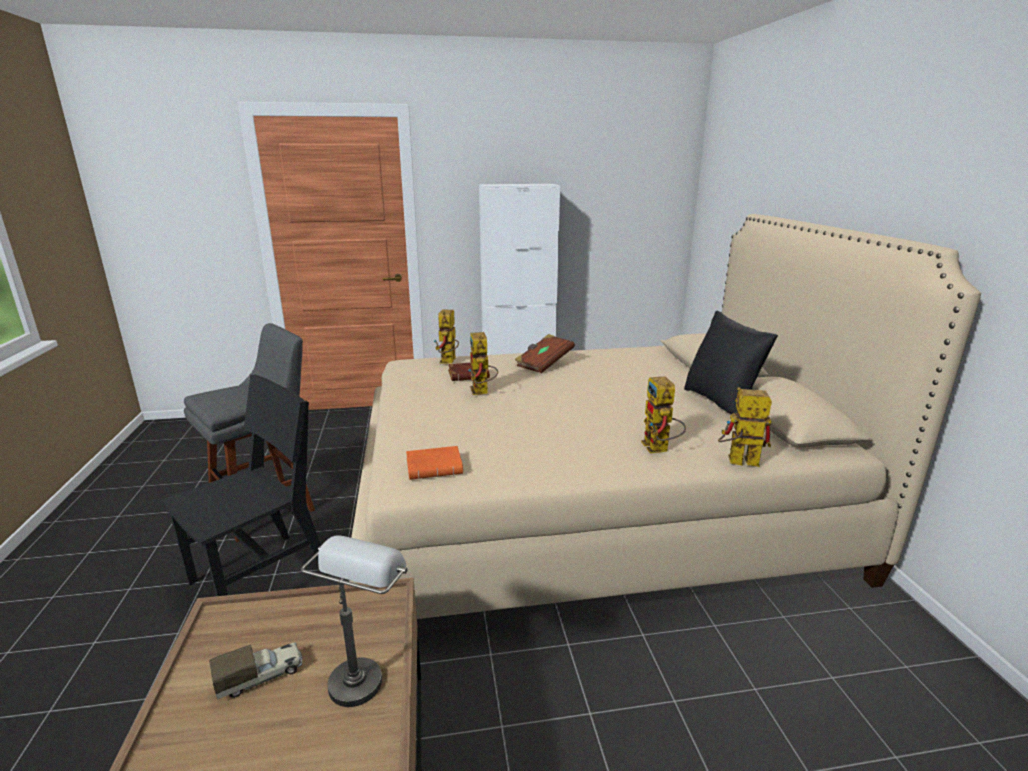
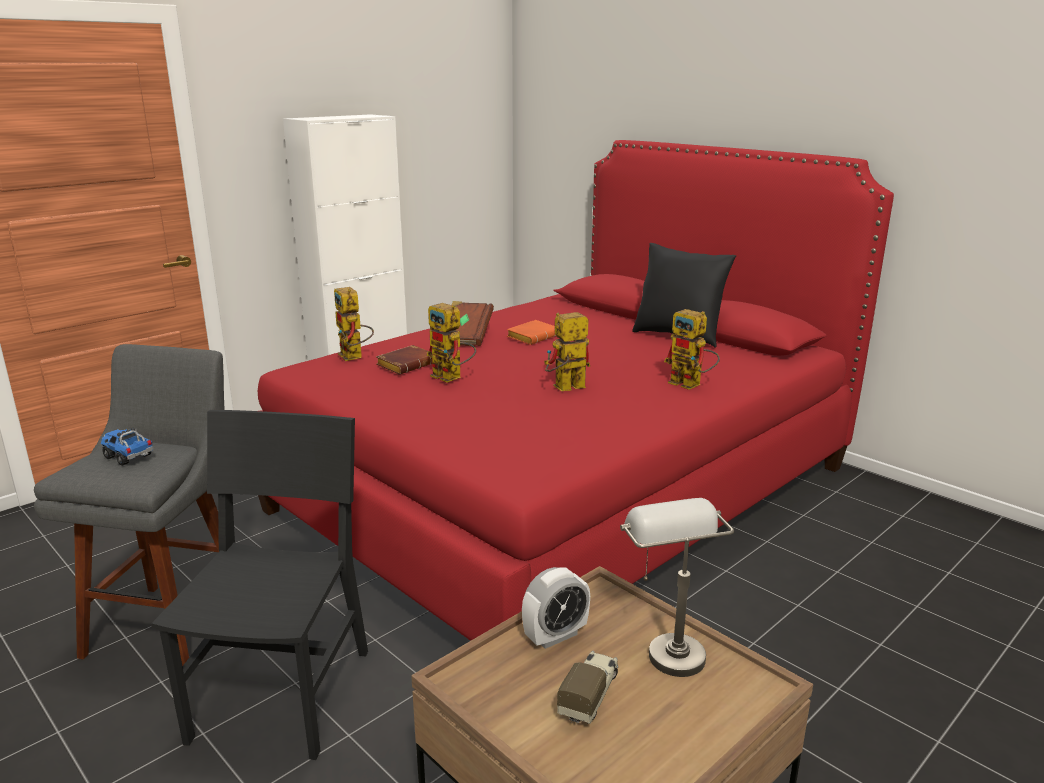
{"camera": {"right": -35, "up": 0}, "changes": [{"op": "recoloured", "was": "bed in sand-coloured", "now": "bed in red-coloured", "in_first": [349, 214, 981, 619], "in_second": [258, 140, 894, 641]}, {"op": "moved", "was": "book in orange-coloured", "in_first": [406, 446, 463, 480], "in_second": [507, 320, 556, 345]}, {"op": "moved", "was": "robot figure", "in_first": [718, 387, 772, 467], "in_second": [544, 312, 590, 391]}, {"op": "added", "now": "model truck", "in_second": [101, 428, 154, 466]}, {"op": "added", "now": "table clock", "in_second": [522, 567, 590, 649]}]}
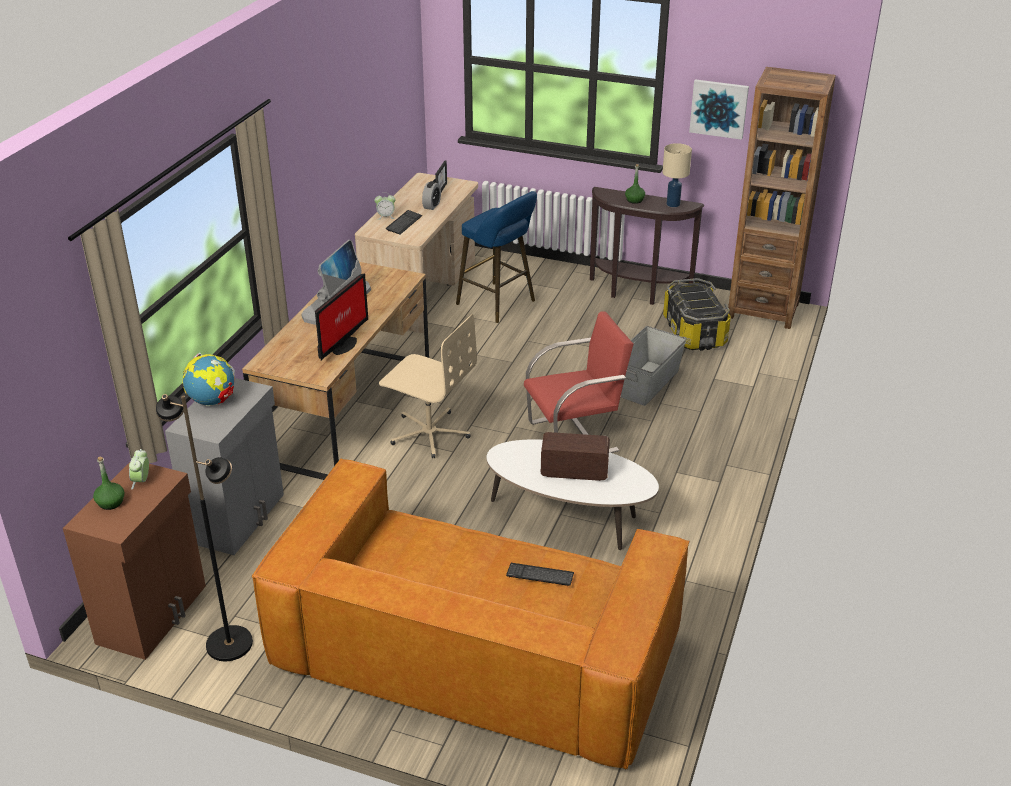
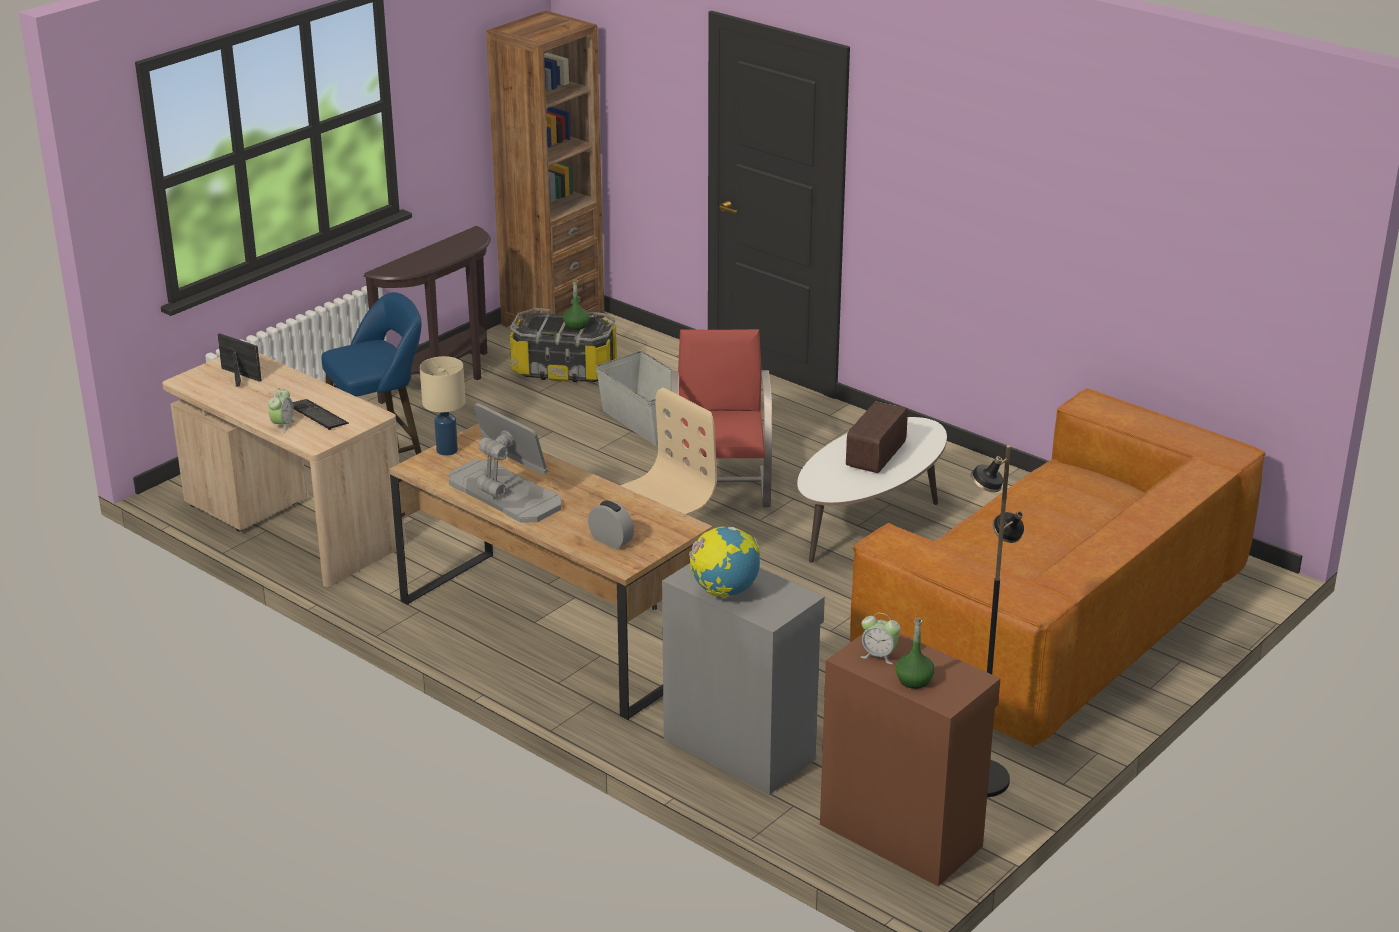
{"camera": {"right": -70, "up": -5}, "changes": [{"op": "removed", "was": "computer screen", "in_first": [315, 273, 368, 361]}, {"op": "moved", "was": "table clock", "in_first": [422, 181, 441, 210], "in_second": [588, 500, 634, 549]}, {"op": "removed", "was": "computer keyboard", "in_first": [506, 563, 574, 587]}, {"op": "moved", "was": "beverage bottle in green", "in_first": [625, 164, 645, 204], "in_second": [563, 279, 589, 330]}, {"op": "moved", "was": "table lamp in sand-coloured", "in_first": [662, 143, 692, 207], "in_second": [420, 356, 466, 456]}, {"op": "removed", "was": "picture", "in_first": [689, 79, 749, 140]}]}
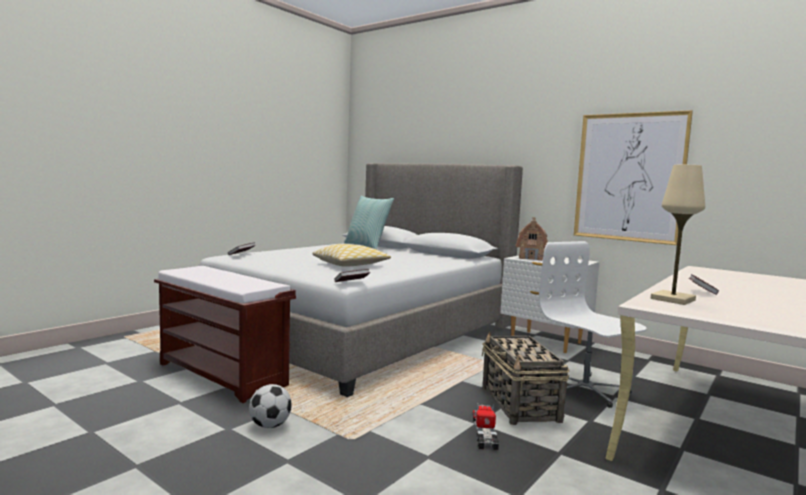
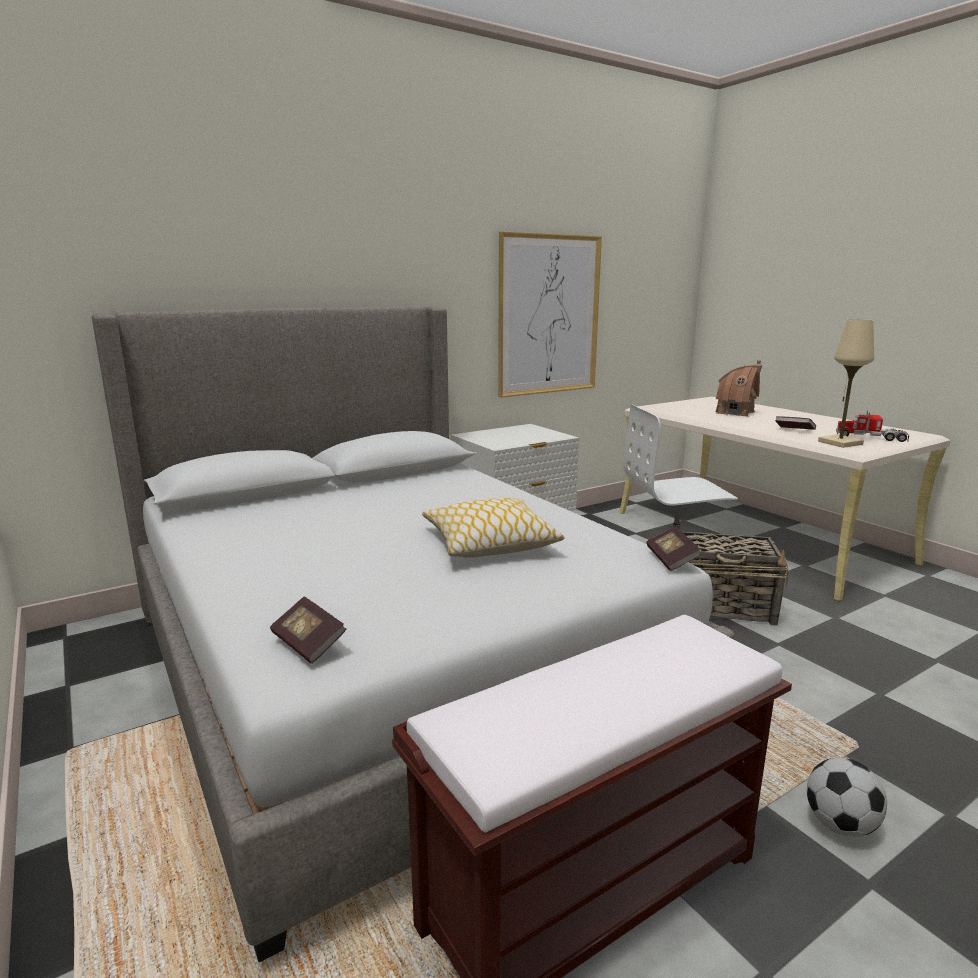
{"camera": {"right": -70, "up": 10}, "changes": [{"op": "removed", "was": "throw pillow", "in_first": [344, 195, 394, 250]}, {"op": "moved", "was": "model truck", "in_first": [473, 403, 499, 450], "in_second": [836, 410, 909, 442]}, {"op": "moved", "was": "miniature house", "in_first": [515, 217, 548, 261], "in_second": [716, 360, 762, 417]}]}
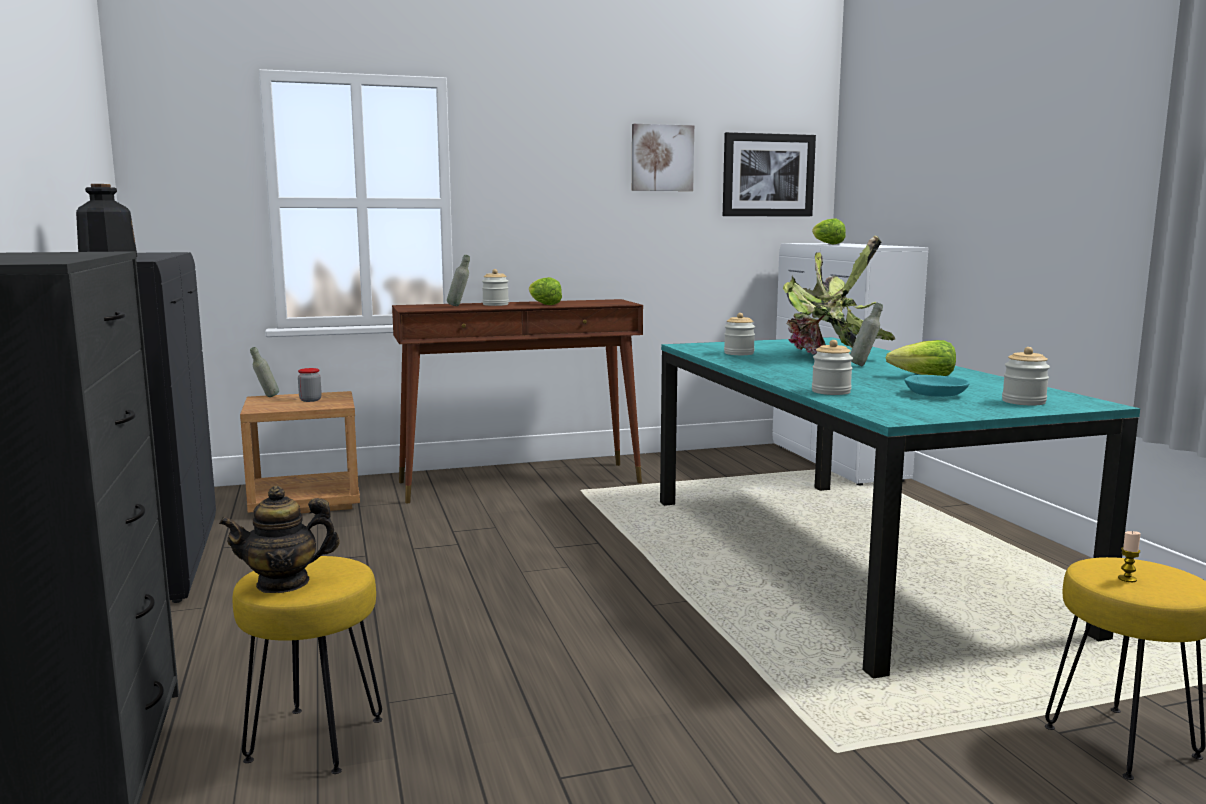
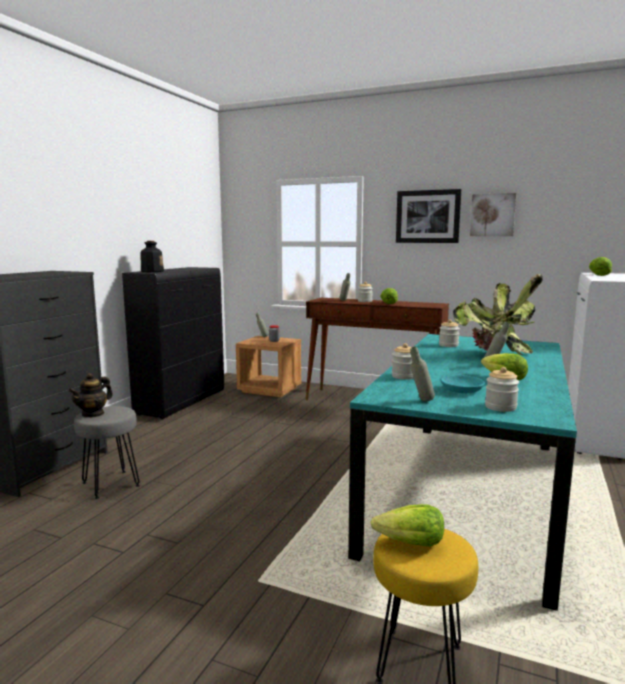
{"camera": {"right": 40, "up": 0}, "changes": [{"op": "turned", "was": "tea pot", "in_first": [219, 486, 340, 593], "in_second": [69, 373, 113, 418], "clockwise": -75}, {"op": "recoloured", "was": "stool seat in yellowish", "now": "stool seat in greyish", "in_first": [233, 556, 382, 774], "in_second": [74, 406, 140, 499]}, {"op": "moved", "was": "picture", "in_first": [723, 132, 816, 216], "in_second": [396, 189, 461, 243]}, {"op": "replaced", "was": "wax candle", "now": "lettuce head", "in_first": [1118, 531, 1141, 582], "in_second": [370, 504, 444, 547]}, {"op": "added", "now": "beverage bottle in greyish", "in_second": [410, 346, 435, 402]}]}
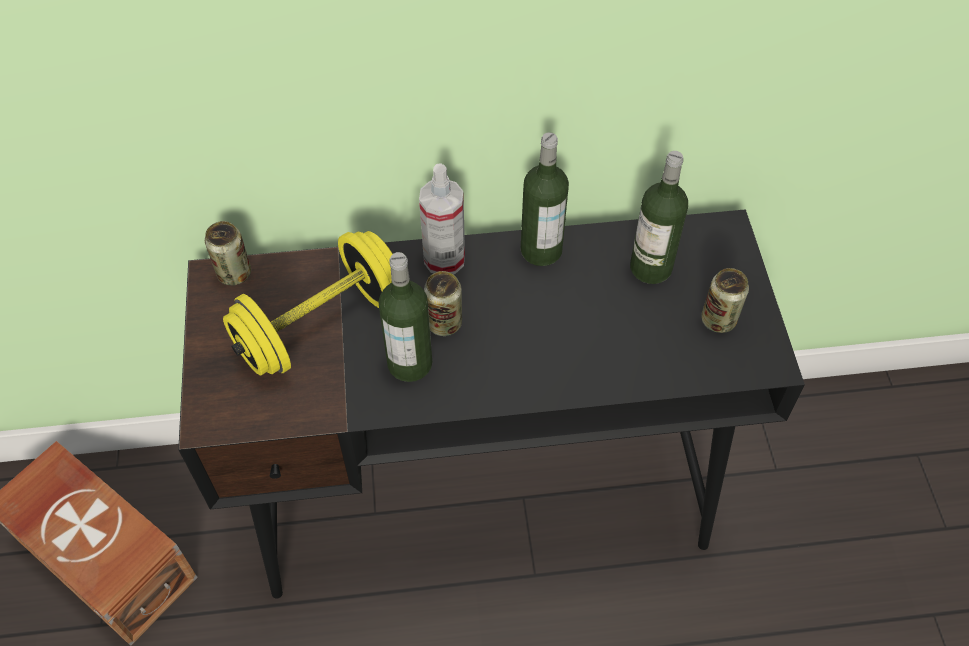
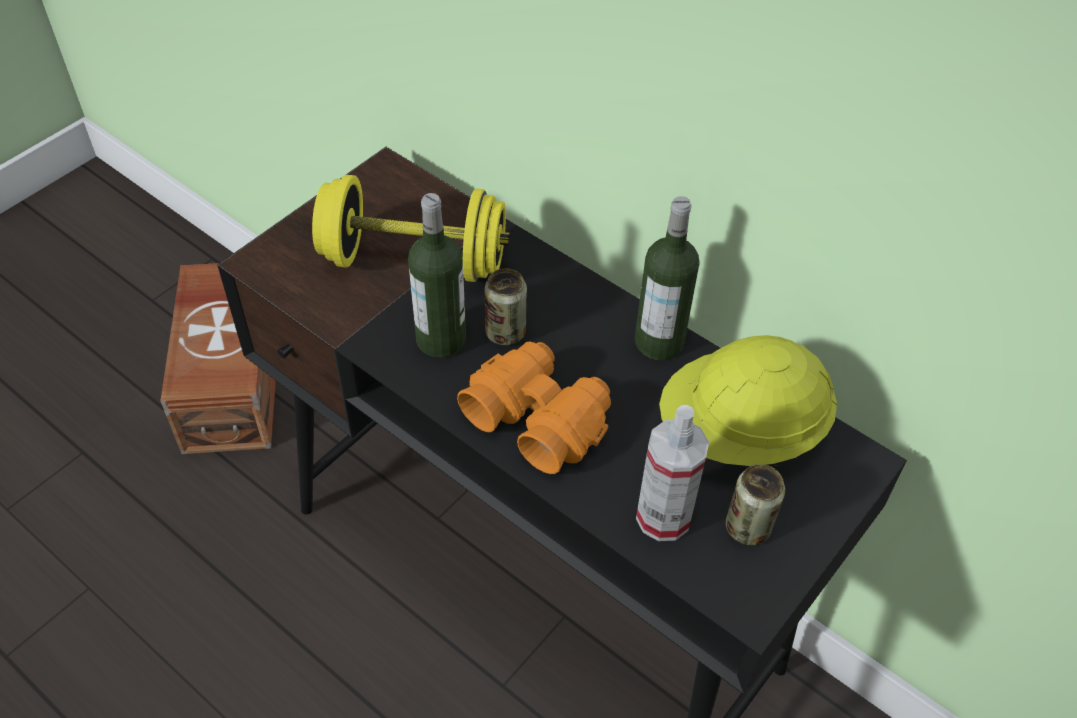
{"camera": {"right": 45, "up": -5}, "changes": [{"op": "removed", "was": "metal can", "in_first": [205, 221, 251, 286]}, {"op": "moved", "was": "spray bottle", "in_first": [419, 163, 465, 274], "in_second": [636, 405, 709, 541]}, {"op": "replaced", "was": "beverage bottle", "now": "work helmet in yellowish", "in_first": [630, 151, 688, 284], "in_second": [659, 335, 837, 467]}, {"op": "added", "now": "field glasses in orange-coloured", "in_second": [457, 342, 611, 474]}]}
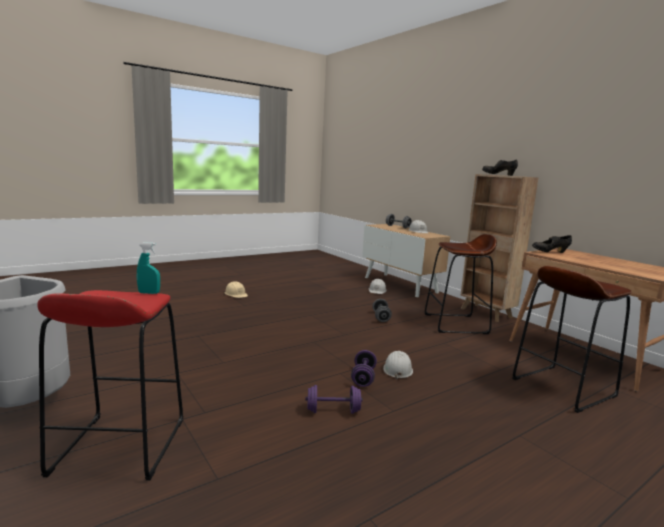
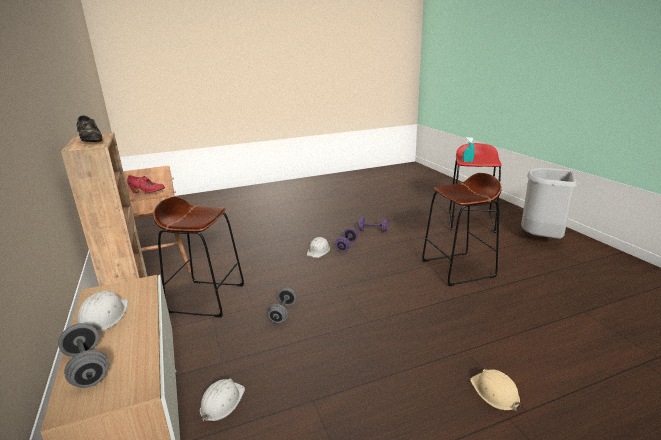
{"camera": {"right": -165, "up": 10}, "changes": [{"op": "moved", "was": "stool seat in brown-coloured", "in_first": [512, 266, 632, 413], "in_second": [422, 173, 502, 286]}, {"op": "recoloured", "was": "item of footwear in black-coloured", "now": "item of footwear in red-coloured", "in_first": [532, 235, 572, 253], "in_second": [127, 175, 165, 193]}]}
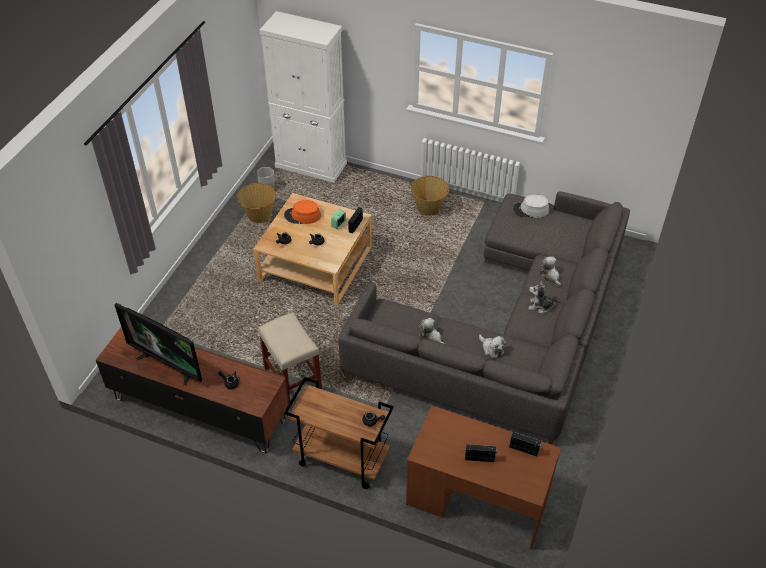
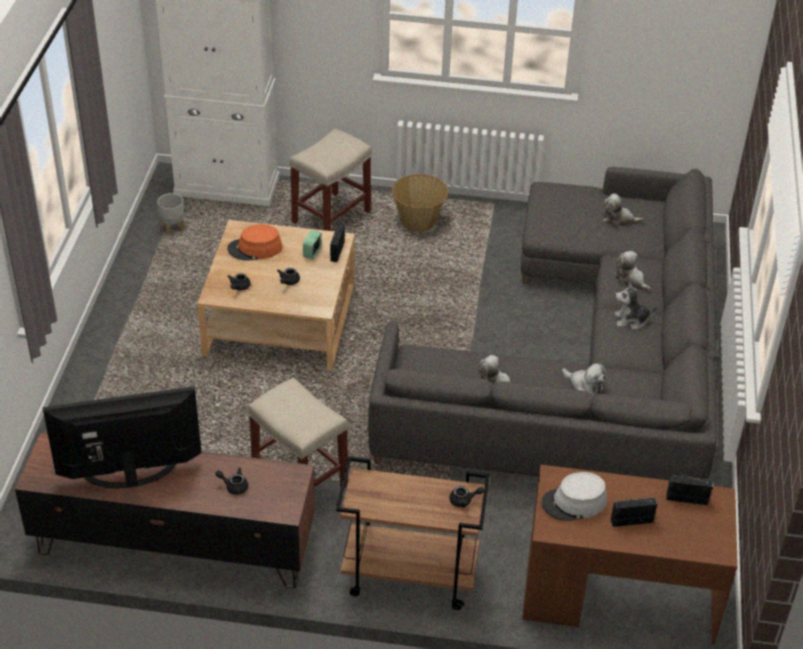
{"camera": {"right": -15, "up": -5}, "changes": [{"op": "turned", "was": "TV set", "in_first": [114, 303, 202, 386], "in_second": [43, 386, 202, 488], "clockwise": 150}, {"op": "removed", "was": "basket", "in_first": [237, 183, 276, 223]}, {"op": "moved", "was": "hat in greyish", "in_first": [513, 194, 549, 218], "in_second": [541, 472, 607, 521]}, {"op": "added", "now": "stool seat in sand-coloured", "in_second": [290, 129, 372, 231]}, {"op": "added", "now": "plush toy", "in_second": [603, 194, 644, 227]}]}
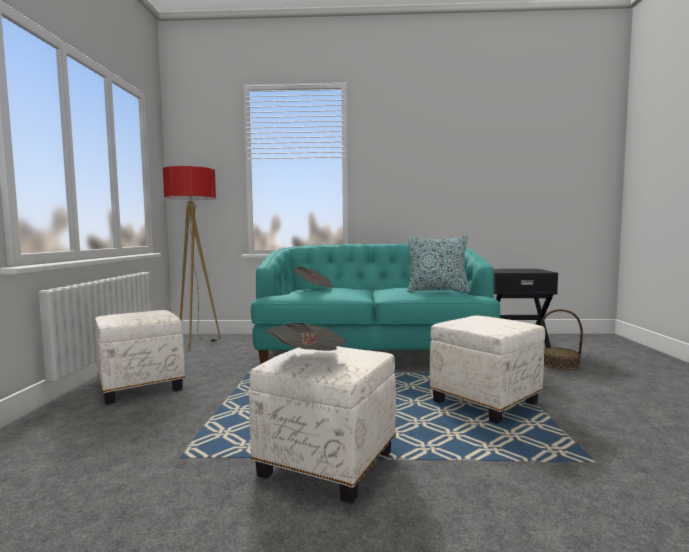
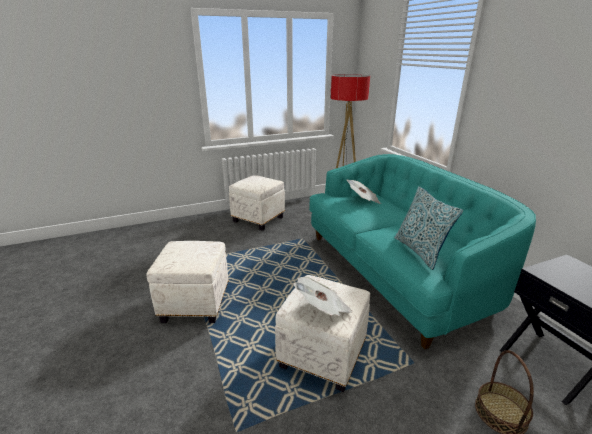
{"camera": {"right": 65, "up": 20}, "changes": [{"op": "moved", "was": "newspaper", "in_first": [265, 323, 347, 351], "in_second": [293, 277, 353, 316]}]}
